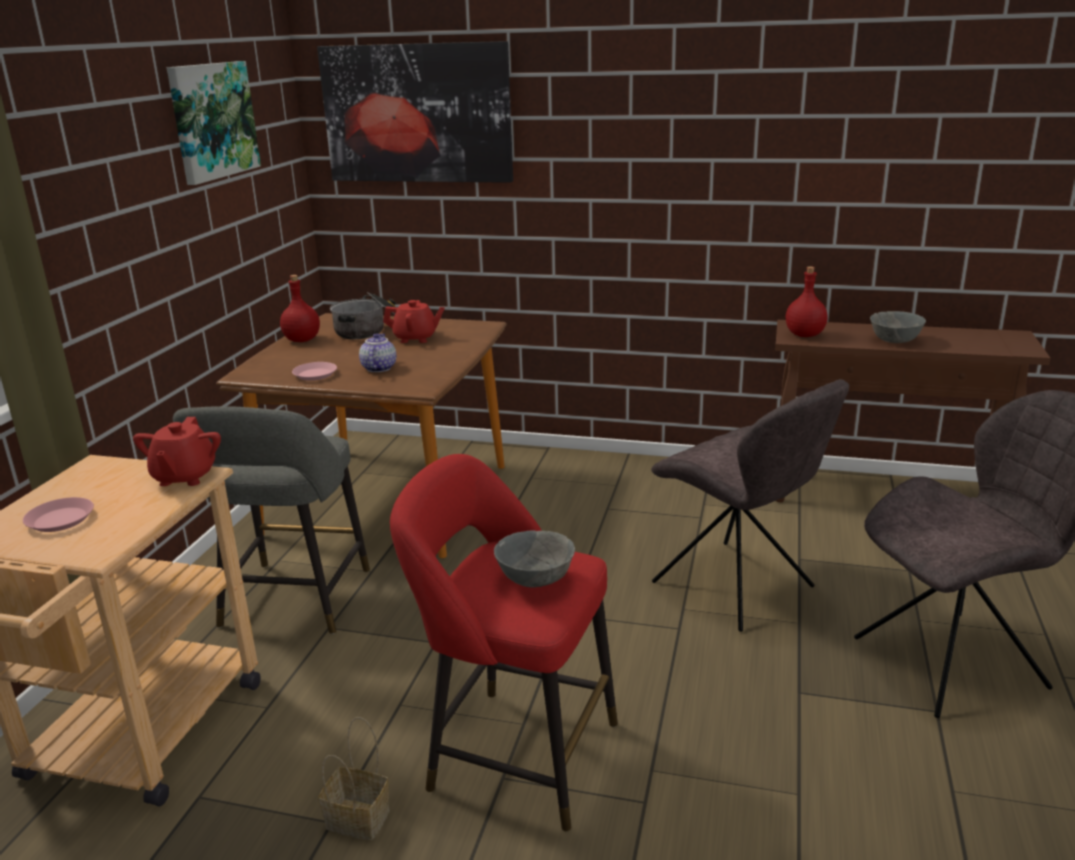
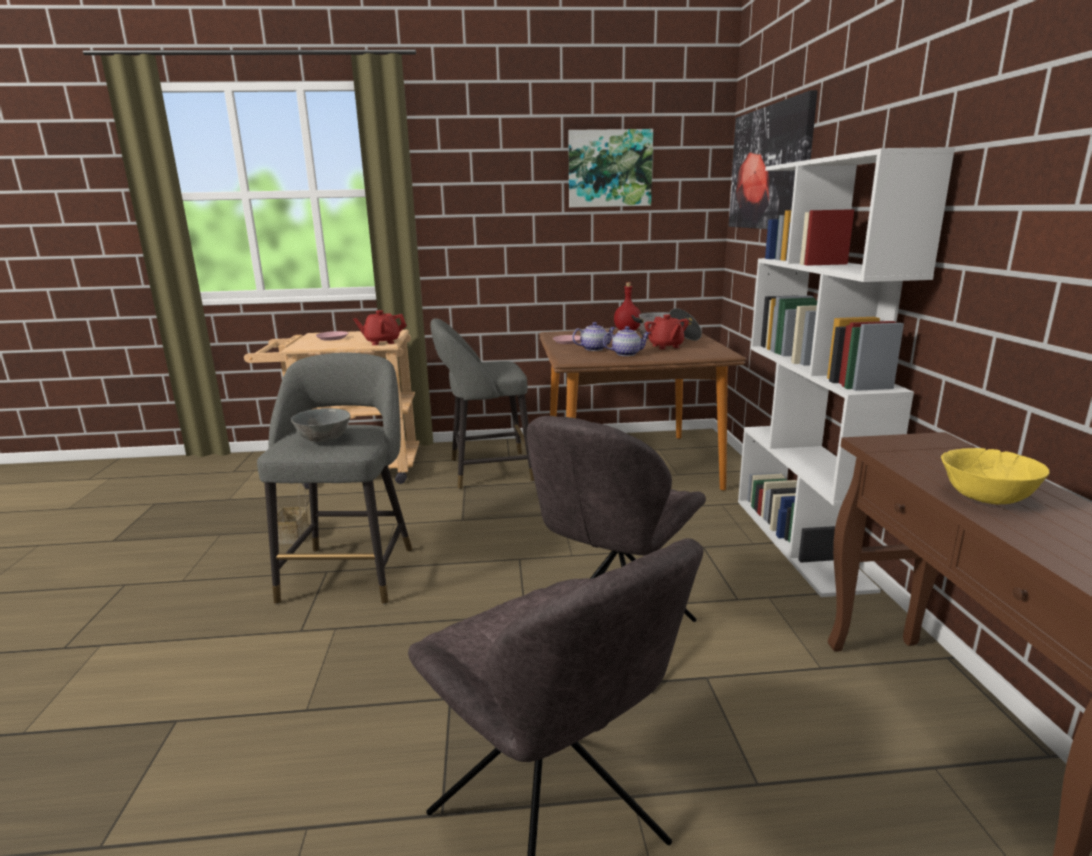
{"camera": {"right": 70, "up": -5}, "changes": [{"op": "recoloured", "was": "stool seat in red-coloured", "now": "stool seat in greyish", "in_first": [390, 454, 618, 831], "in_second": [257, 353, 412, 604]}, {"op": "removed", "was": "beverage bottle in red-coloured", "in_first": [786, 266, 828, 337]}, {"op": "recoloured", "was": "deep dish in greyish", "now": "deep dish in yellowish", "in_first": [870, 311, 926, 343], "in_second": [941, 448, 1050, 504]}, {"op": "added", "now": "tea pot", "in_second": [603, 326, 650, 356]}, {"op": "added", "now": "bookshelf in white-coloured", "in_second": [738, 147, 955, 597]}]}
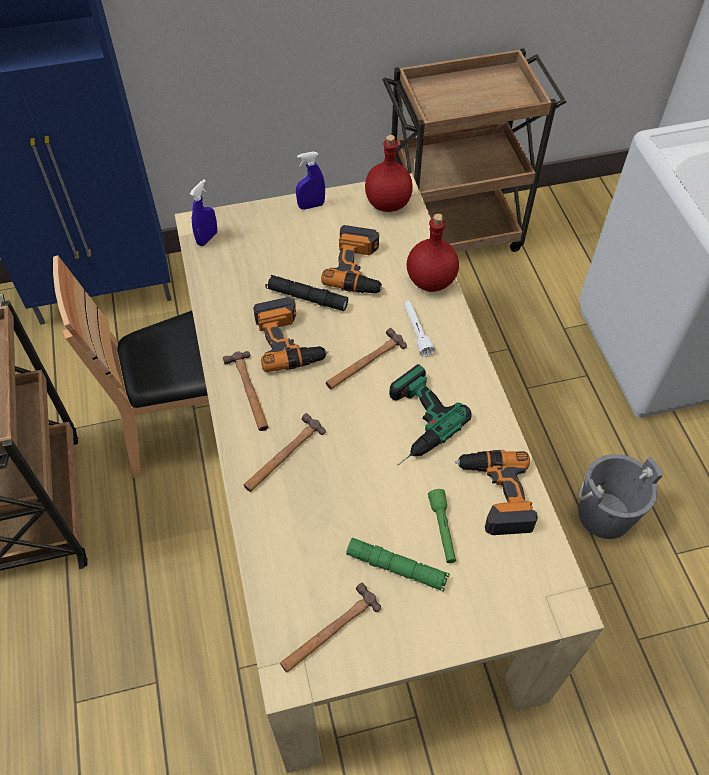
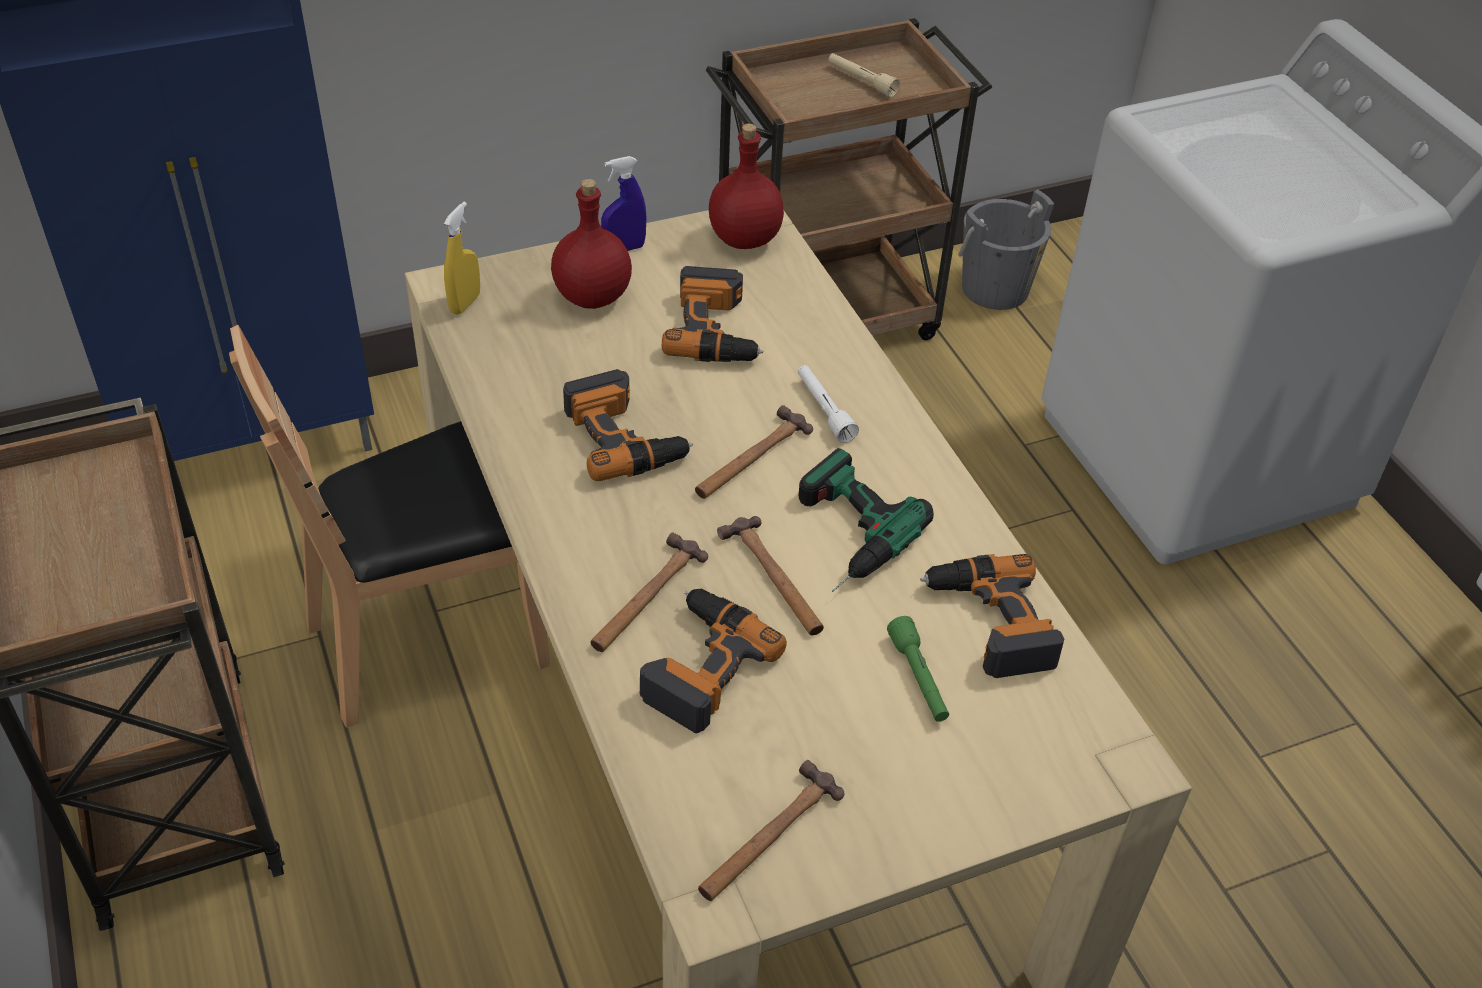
{"camera": {"right": -10, "up": -10}, "changes": [{"op": "recoloured", "was": "spray bottle in bluish", "now": "spray bottle in yellowish", "in_first": [190, 179, 217, 246], "in_second": [444, 202, 480, 315]}, {"op": "moved", "was": "hammer", "in_first": [223, 351, 268, 431], "in_second": [717, 516, 824, 635]}, {"op": "removed", "was": "flashlight in black-coloured", "in_first": [266, 275, 348, 311]}, {"op": "removed", "was": "flashlight in green", "in_first": [346, 538, 450, 592]}, {"op": "moved", "was": "beverage bottle in red-coloured", "in_first": [407, 214, 459, 292], "in_second": [551, 179, 632, 309]}, {"op": "moved", "was": "pail in greyish", "in_first": [578, 454, 663, 539], "in_second": [958, 189, 1054, 310]}, {"op": "added", "now": "electric drill", "in_second": [640, 589, 787, 733]}, {"op": "added", "now": "flashlight in sand-coloured", "in_second": [828, 53, 900, 97]}]}
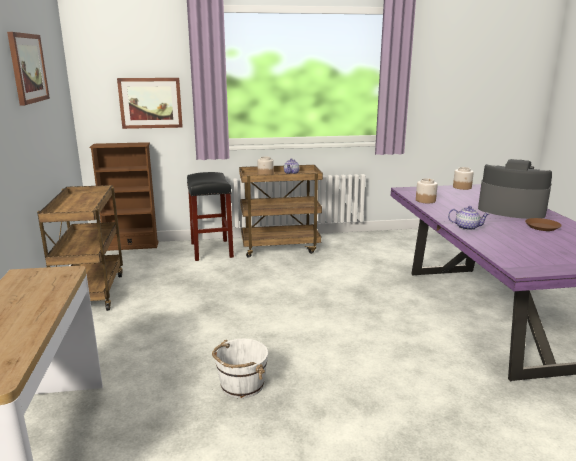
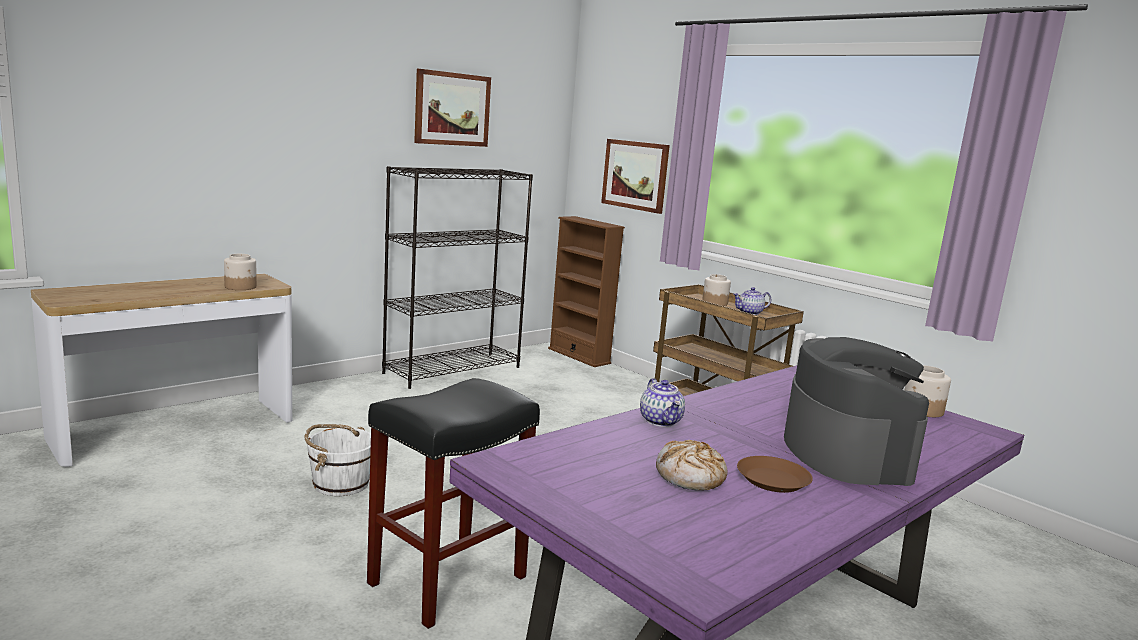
{"camera": {"right": 55, "up": -5}, "changes": [{"op": "replaced", "was": "cart in brown-coloured", "now": "bookshelf in black-coloured", "in_first": [37, 185, 123, 311], "in_second": [382, 166, 533, 389]}, {"op": "moved", "was": "stool seat in black-coloured", "in_first": [187, 172, 234, 261], "in_second": [367, 378, 540, 629]}, {"op": "moved", "was": "jar", "in_first": [416, 178, 438, 203], "in_second": [224, 254, 257, 290]}, {"op": "added", "now": "bakery bread", "in_second": [656, 440, 727, 491]}]}
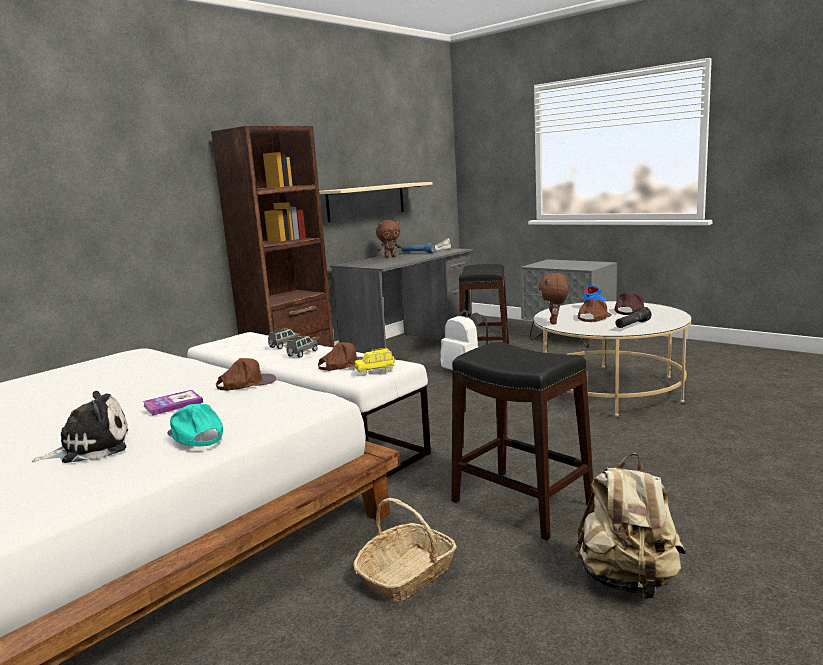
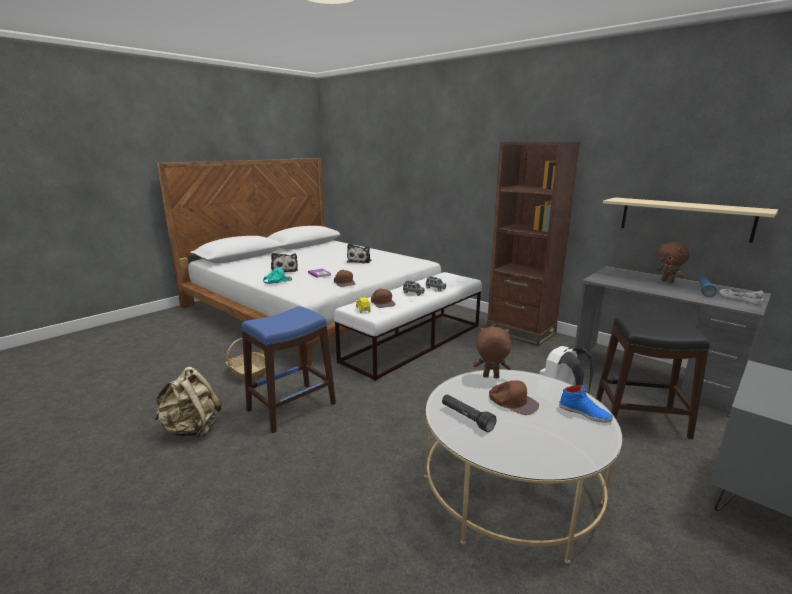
{"camera": {"right": 90, "up": 5}, "changes": [{"op": "recoloured", "was": "stool seat in black-coloured", "now": "stool seat in bluish", "in_first": [451, 342, 593, 540], "in_second": [242, 306, 336, 433]}, {"op": "removed", "was": "baseball cap in brown-coloured", "in_first": [614, 292, 644, 315]}, {"op": "added", "now": "plush toy", "in_second": [347, 243, 371, 263]}]}
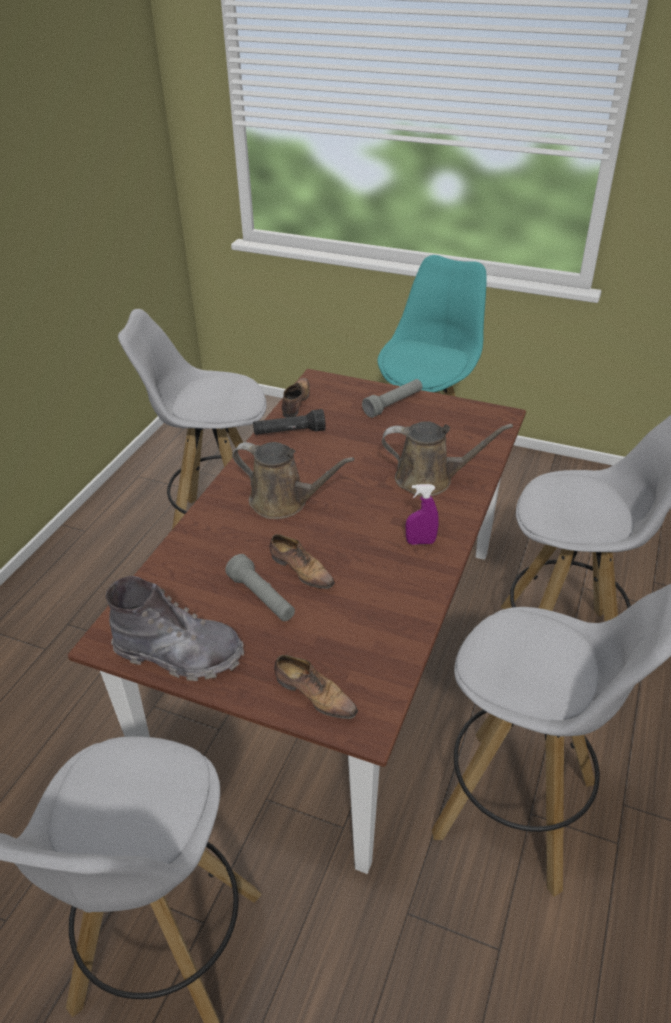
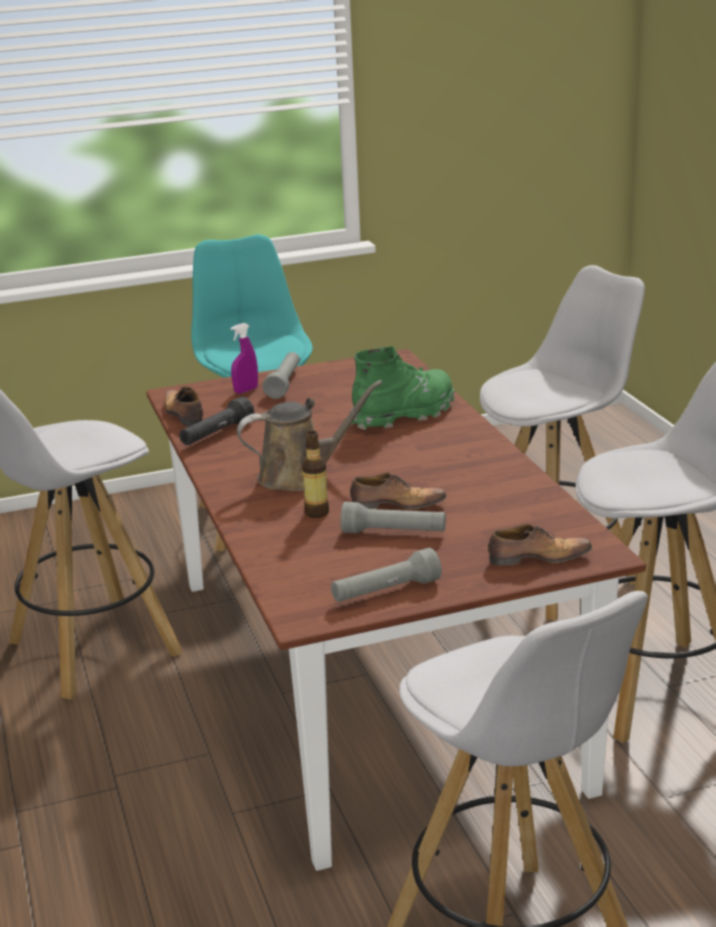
{"camera": {"right": -40, "up": -15}, "changes": [{"op": "replaced", "was": "high-top boot in greyish", "now": "flashlight in greyish", "in_first": [105, 576, 244, 681], "in_second": [331, 548, 442, 602]}, {"op": "replaced", "was": "watering pot in brown-coloured", "now": "high-top boot in green", "in_first": [382, 421, 513, 496], "in_second": [352, 346, 455, 430]}, {"op": "moved", "was": "spray bottle in purplish", "in_first": [406, 484, 439, 545], "in_second": [231, 323, 258, 394]}, {"op": "added", "now": "beverage bottle", "in_second": [302, 431, 329, 518]}]}
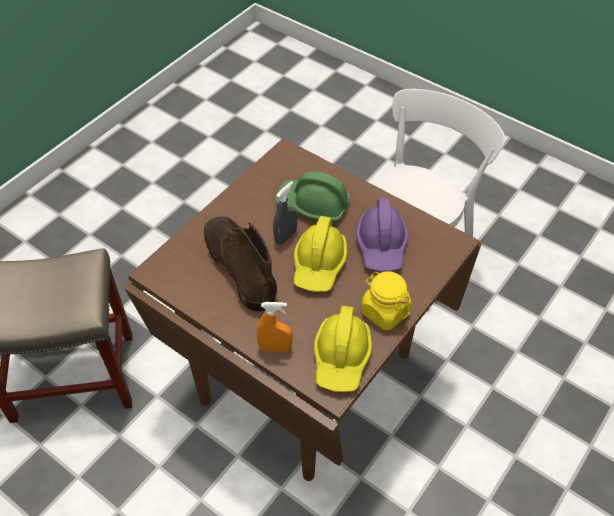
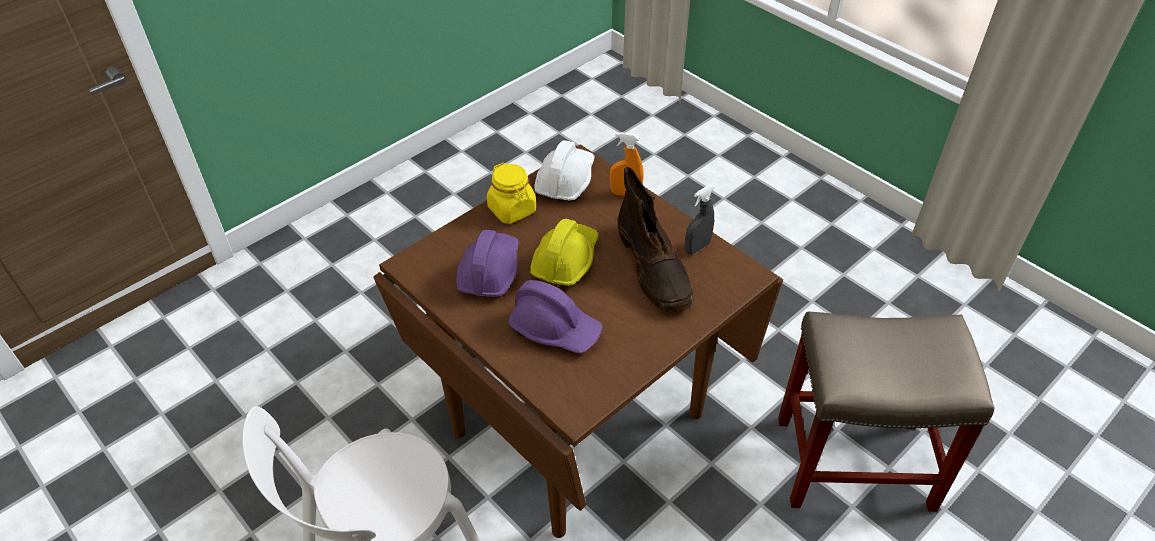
{"camera": {"right": -170, "up": -5}, "changes": [{"op": "moved", "was": "spray bottle in greyish", "in_first": [273, 181, 298, 245], "in_second": [685, 185, 714, 255]}, {"op": "recoloured", "was": "work helmet in green", "now": "work helmet in purplish", "in_first": [276, 171, 350, 222], "in_second": [509, 280, 603, 354]}, {"op": "recoloured", "was": "work helmet in yellowish", "now": "work helmet in white-coloured", "in_first": [314, 306, 372, 392], "in_second": [534, 140, 595, 202]}]}
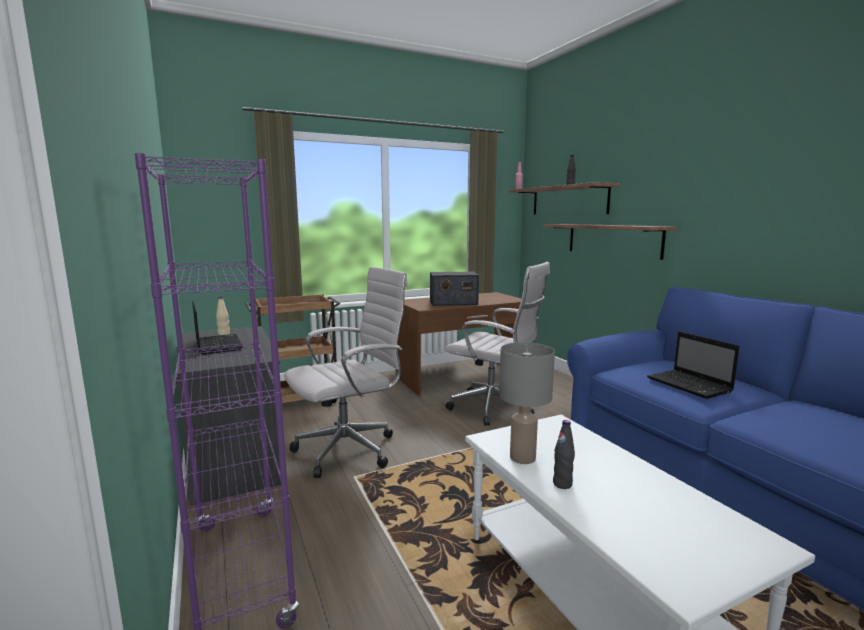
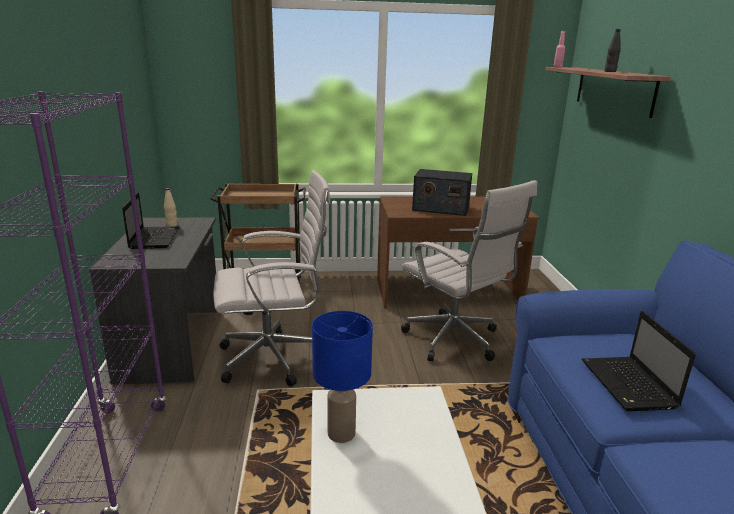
{"camera": {"right": 20, "up": 10}, "changes": [{"op": "recoloured", "was": "table lamp in greyish", "now": "table lamp in bluish", "in_first": [499, 342, 555, 464], "in_second": [312, 311, 373, 443]}, {"op": "removed", "was": "bracket shelf", "in_first": [543, 224, 677, 260]}, {"op": "removed", "was": "beverage bottle in black-coloured", "in_first": [553, 420, 575, 489]}]}
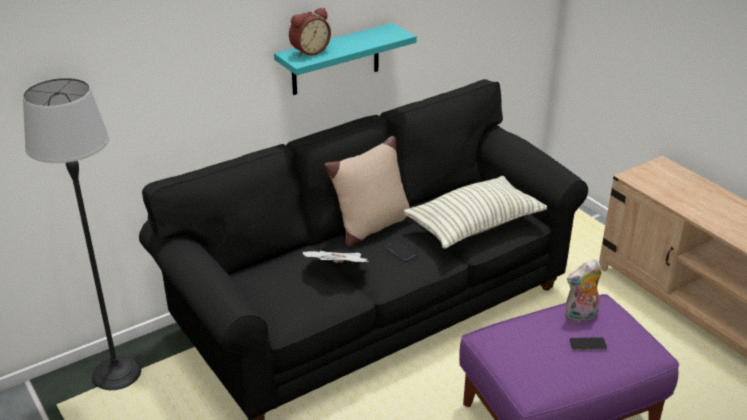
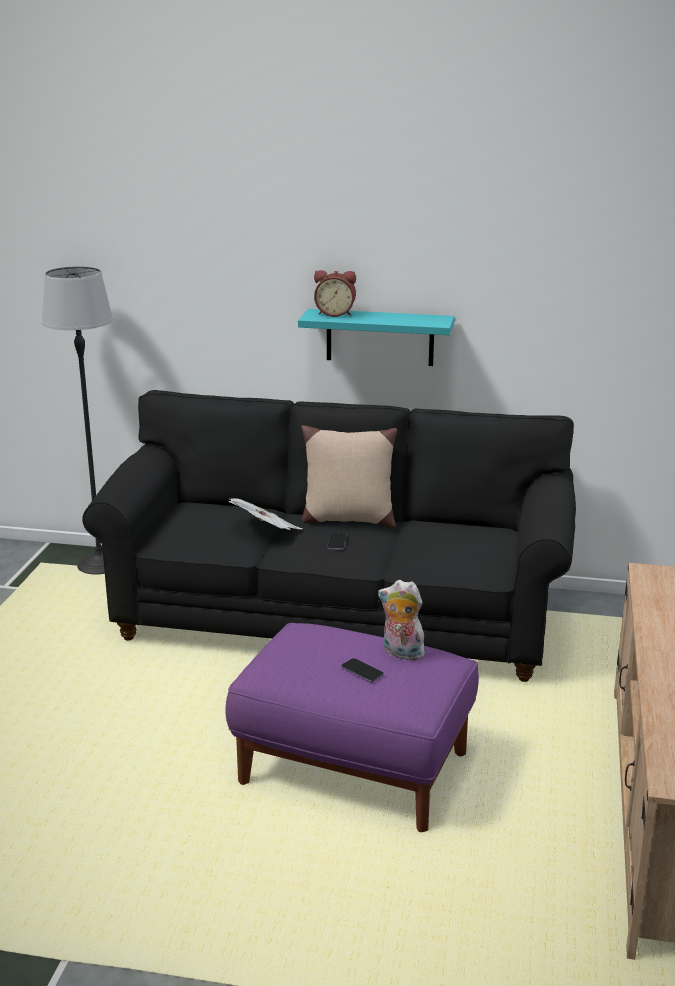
{"camera": {"right": 45, "up": -10}, "changes": [{"op": "removed", "was": "throw pillow", "in_first": [404, 176, 547, 249]}]}
